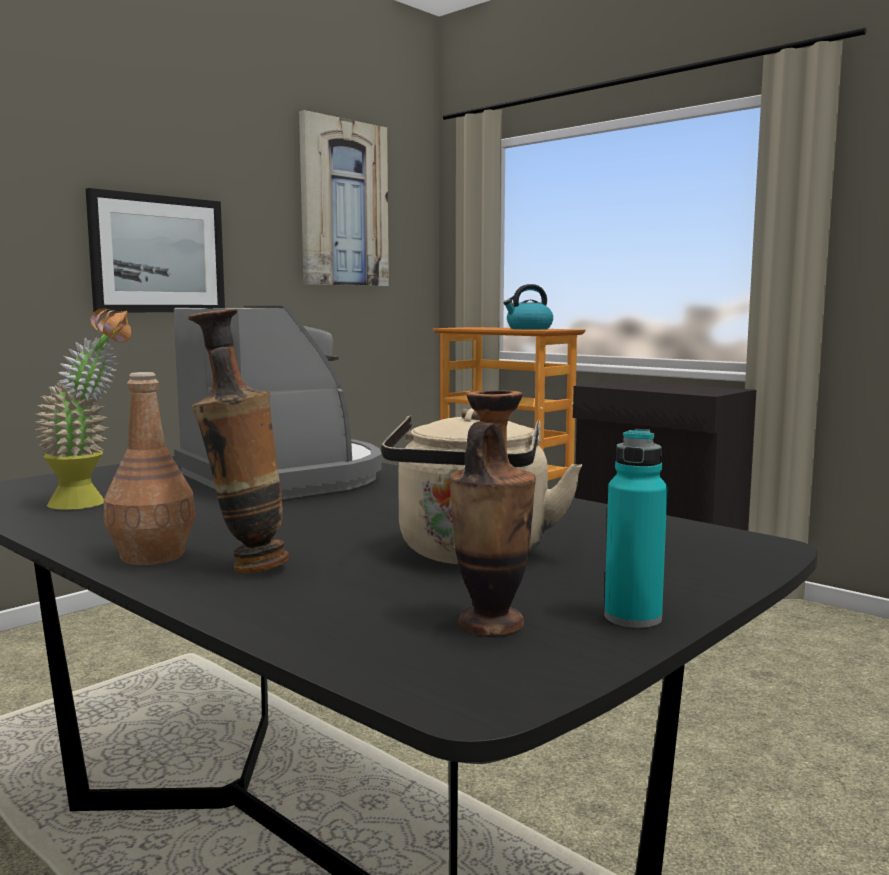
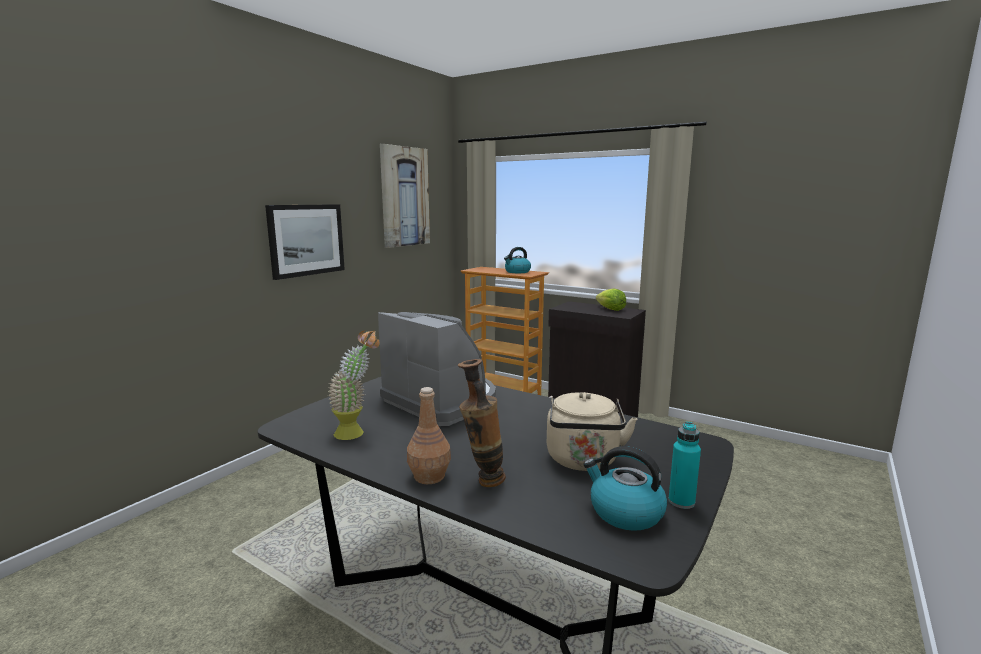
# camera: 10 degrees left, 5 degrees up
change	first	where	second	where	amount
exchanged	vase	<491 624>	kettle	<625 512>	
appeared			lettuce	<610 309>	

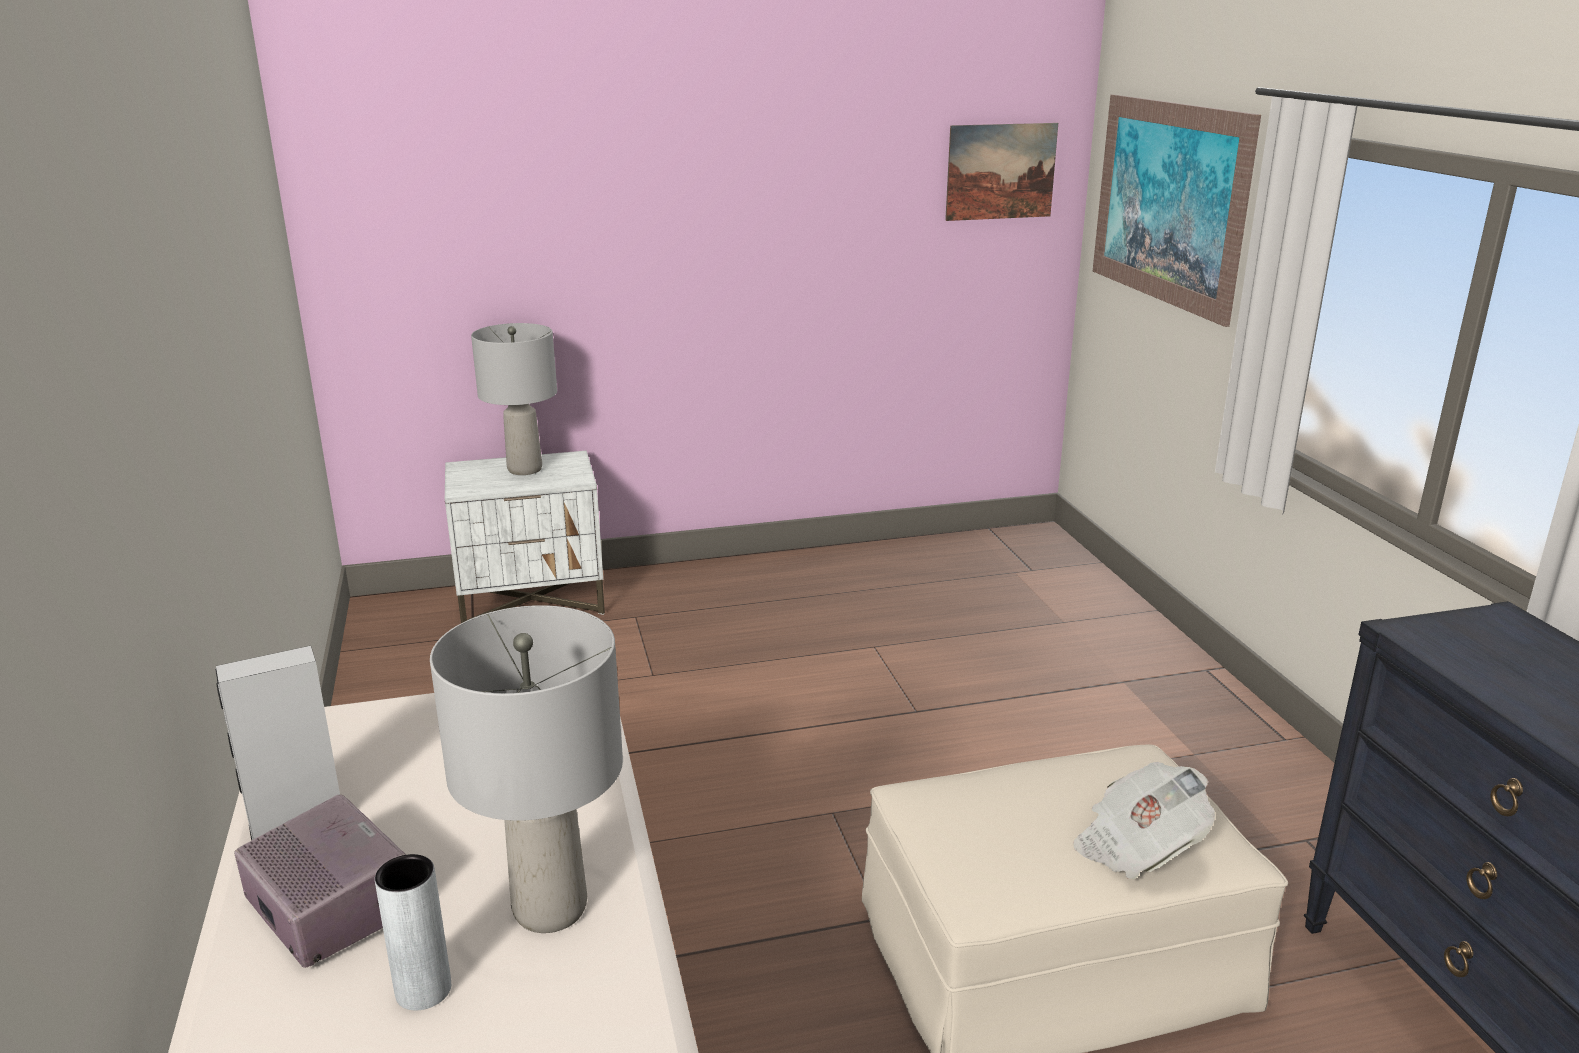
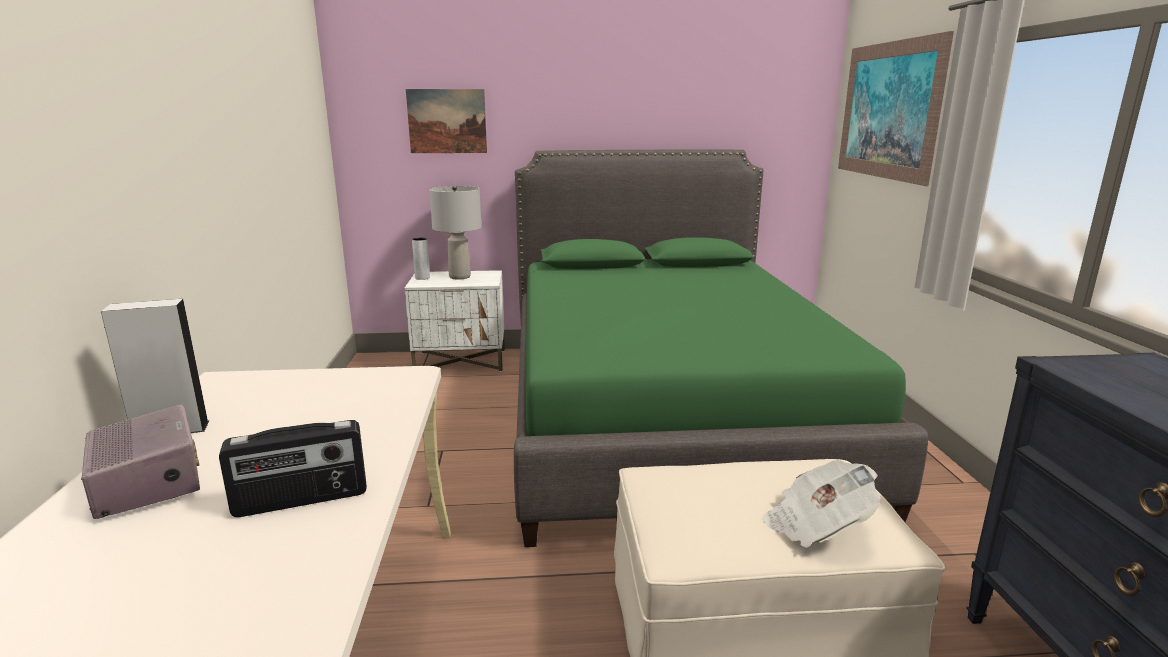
# camera: 10 degrees right, 5 degrees down
change	first	where	second	where	amount
exchanged	grey table lamp	<551 908>	radio	<301 500>	
relocated	picture	<1001 171>		<447 121>	
relocated	grey vase	<423 990>		<422 278>	
appeared			green bed	<665 416>	

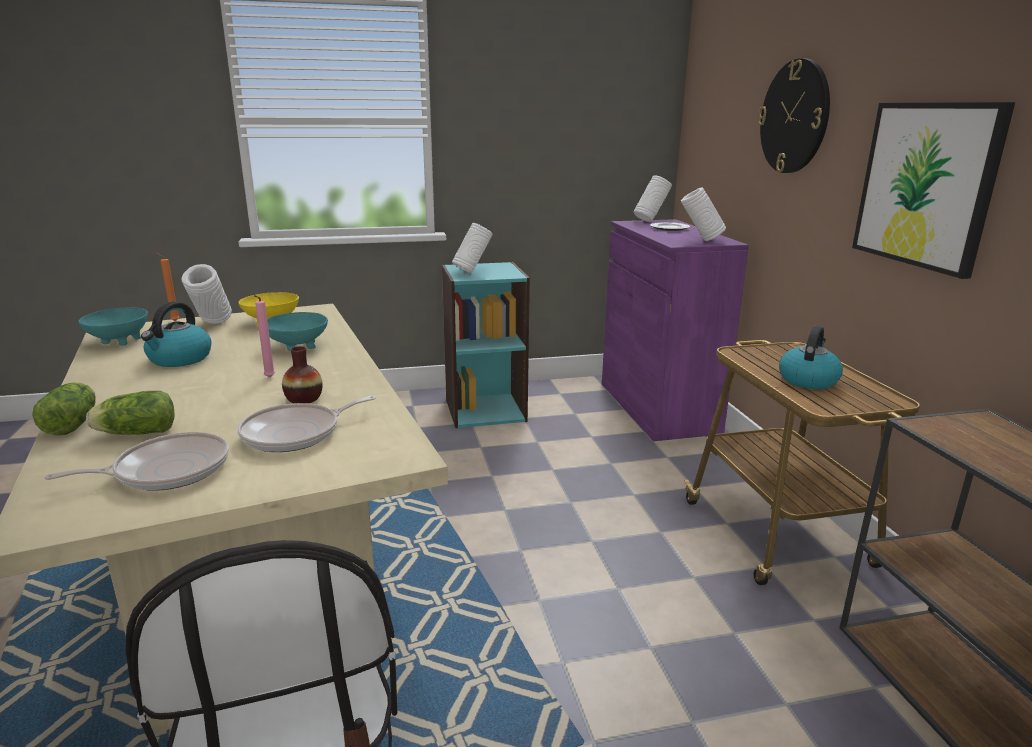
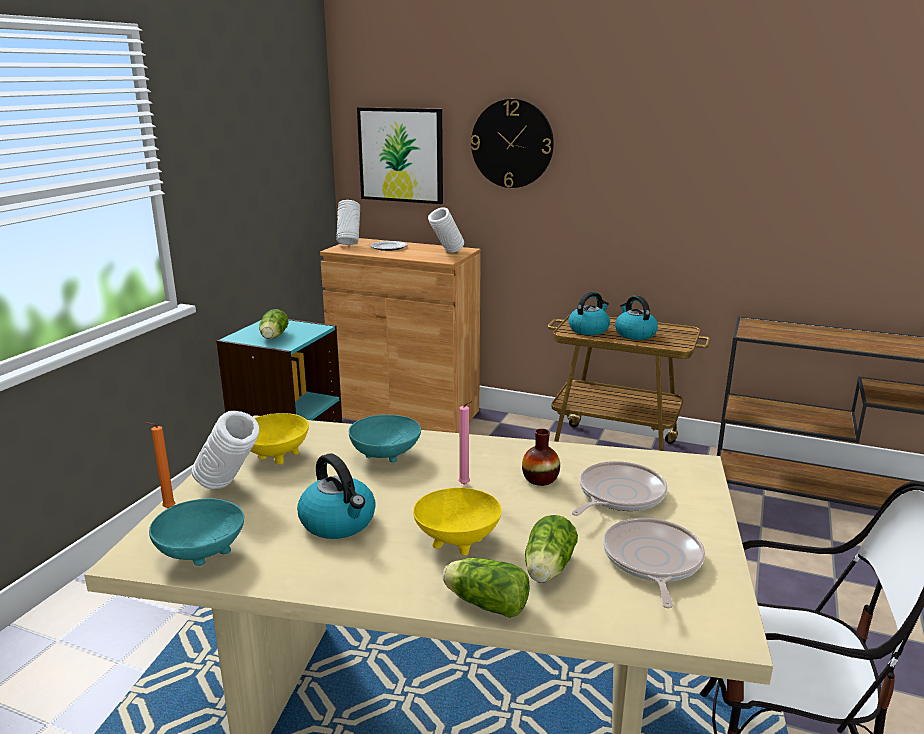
# camera: 55 degrees left, 0 degrees up
change	first	where	second	where	amount
exchanged	white vase	<472 272>	lettuce	<273 337>	
colour	purple cabinet	<657 407>	brown cabinet	<405 413>	
relocated	picture	<926 185>		<401 155>	
appeared			yellow bowl	<459 540>	
appeared			kettle	<589 330>	
spun	frying pan	<296 434>		<618 495>	135 degrees counterclockwise

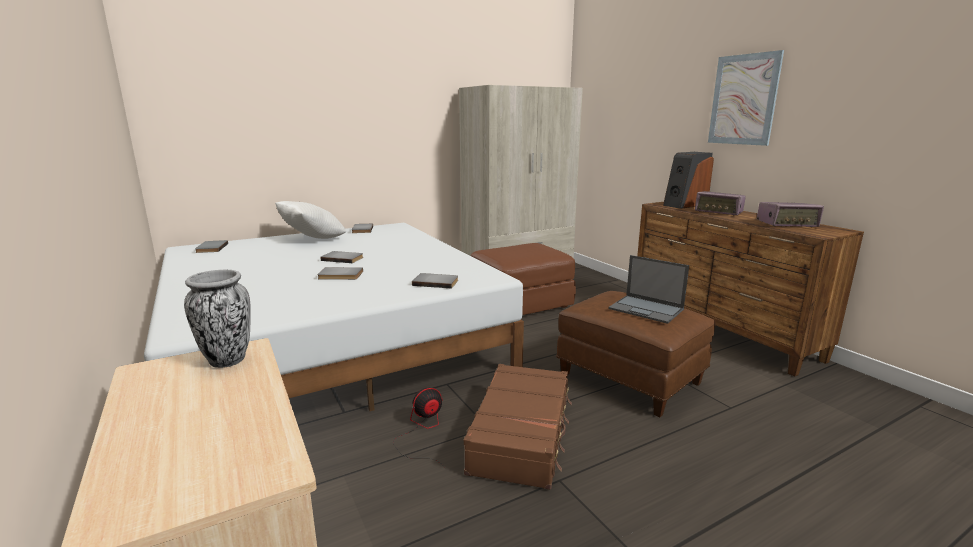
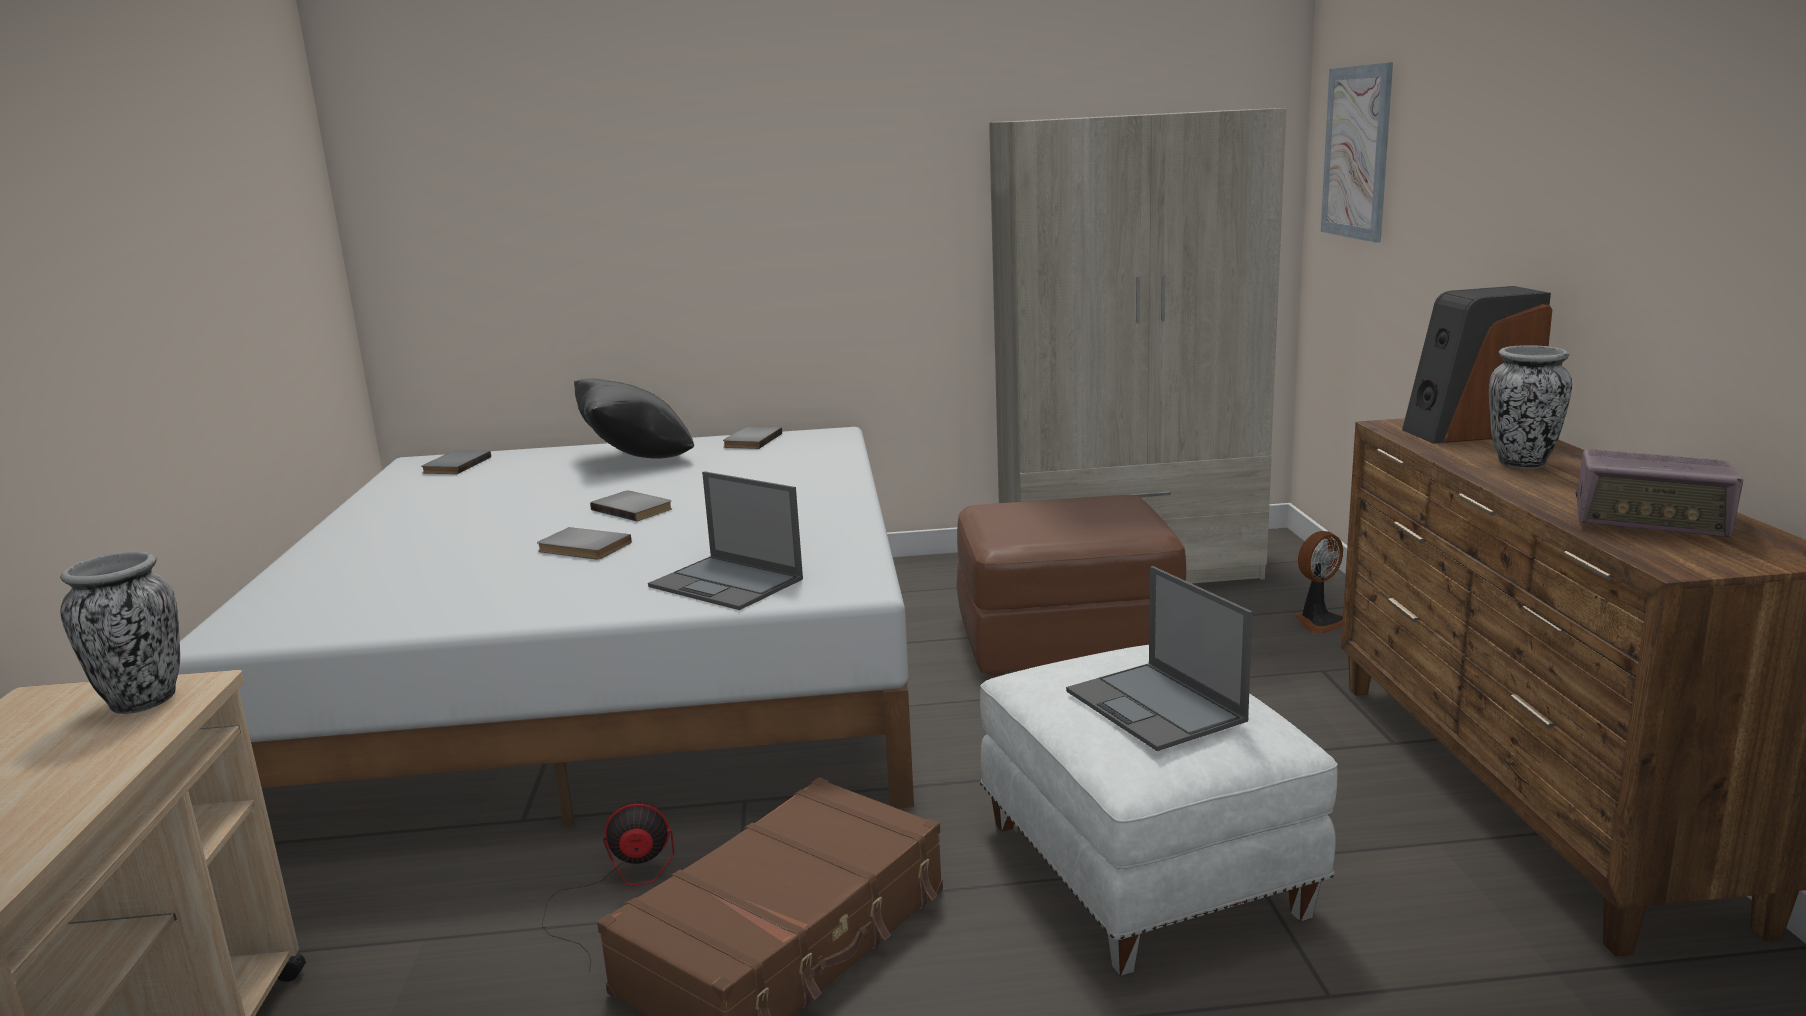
# camera: 25 degrees right, 0 degrees up
change	first	where	second	where	amount
colour	white pillow	<313 239>	black pillow	<636 458>	
exchanged	grey book	<436 282>	laptop	<728 583>	
colour	brown ottoman	<631 378>	white ottoman	<1147 869>	
appeared			fan	<1319 622>	
relocated	picture	<743 100>		<1356 152>	
exchanged	radio	<719 212>	vase	<1522 463>	

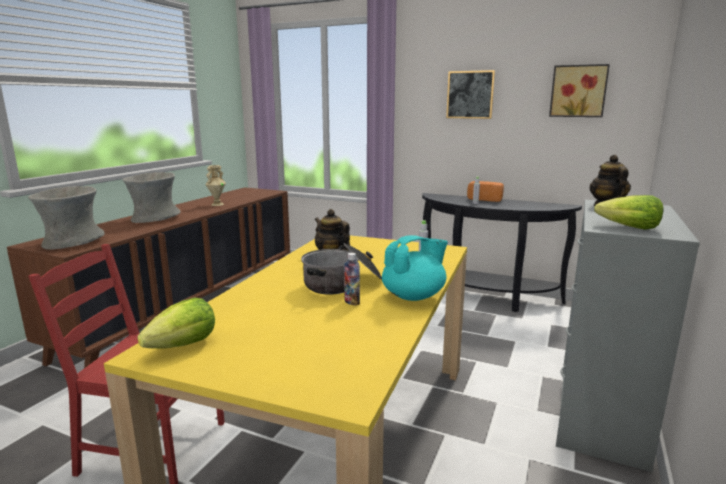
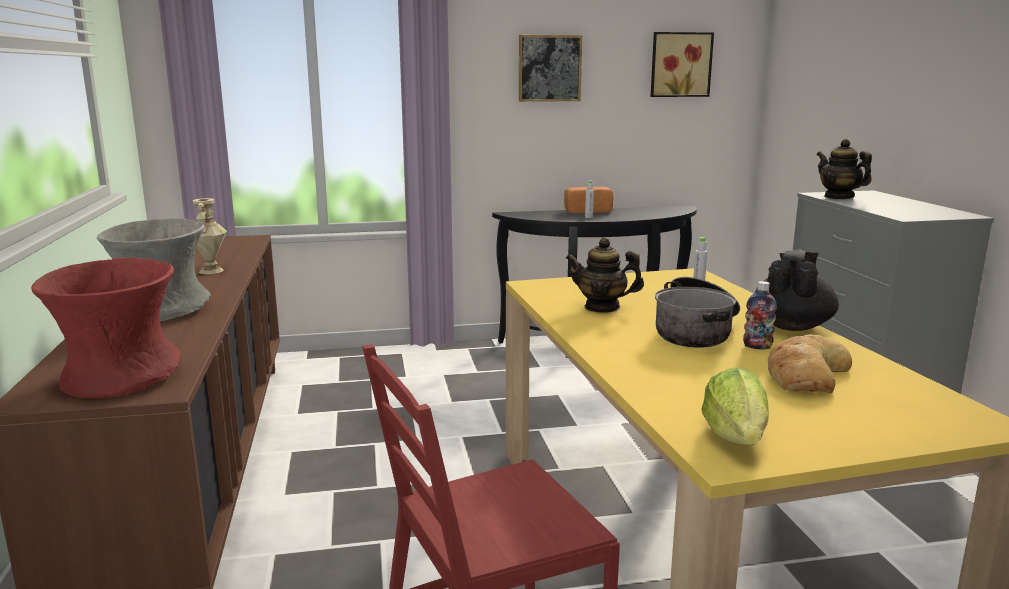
# camera: 35 degrees left, 0 degrees up
change	first	where	second	where	amount
colour	grey vase	<72 242>	red vase	<120 377>	
colour	turquoise teapot	<414 296>	black teapot	<791 326>	
appeared			bread	<805 375>	
missing	lettuce	<628 228>			

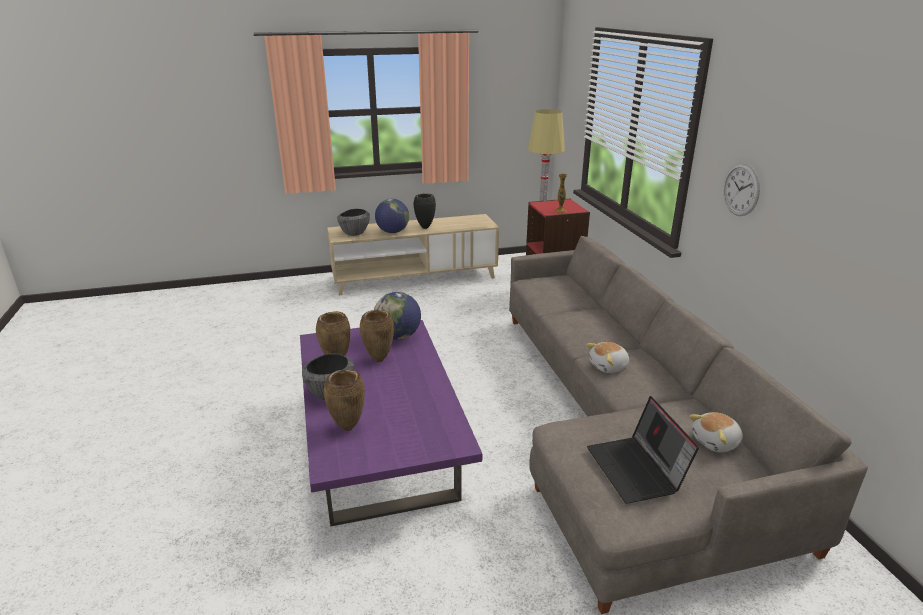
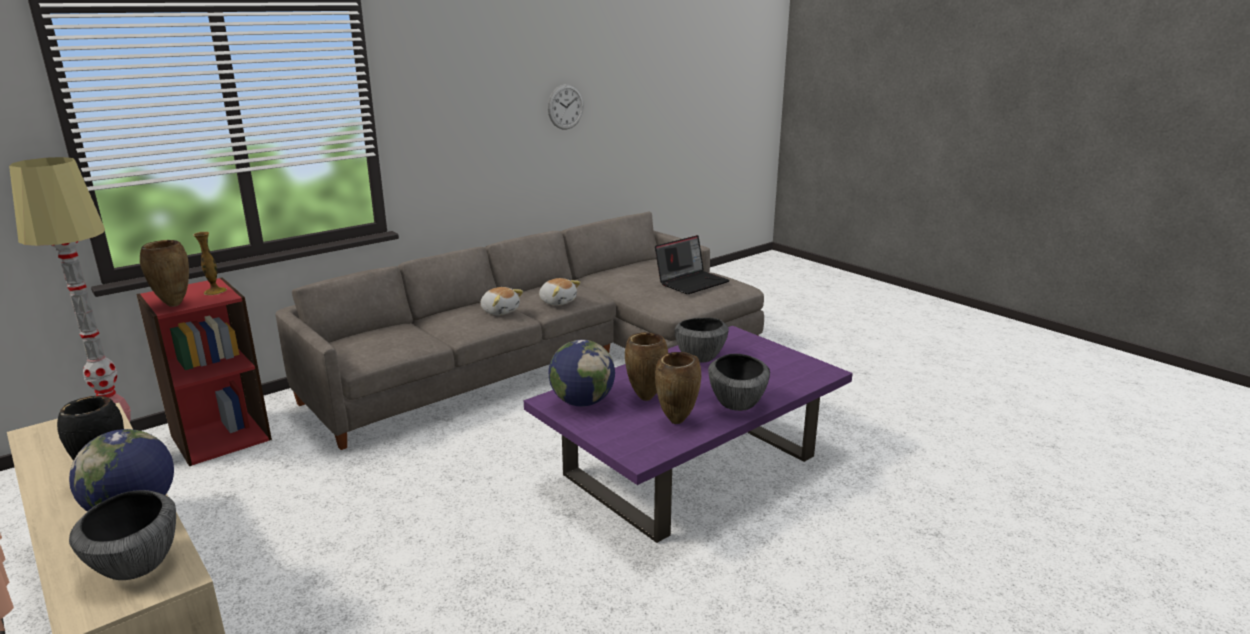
# camera: 115 degrees left, 5 degrees down
change	first	where	second	where	amount
relocated	brown vase	<347 427>		<173 305>	
relocated	plush toy	<716 442>		<500 311>	
relocated	wall clock	<741 189>		<565 107>	
appeared			bowl	<700 358>	

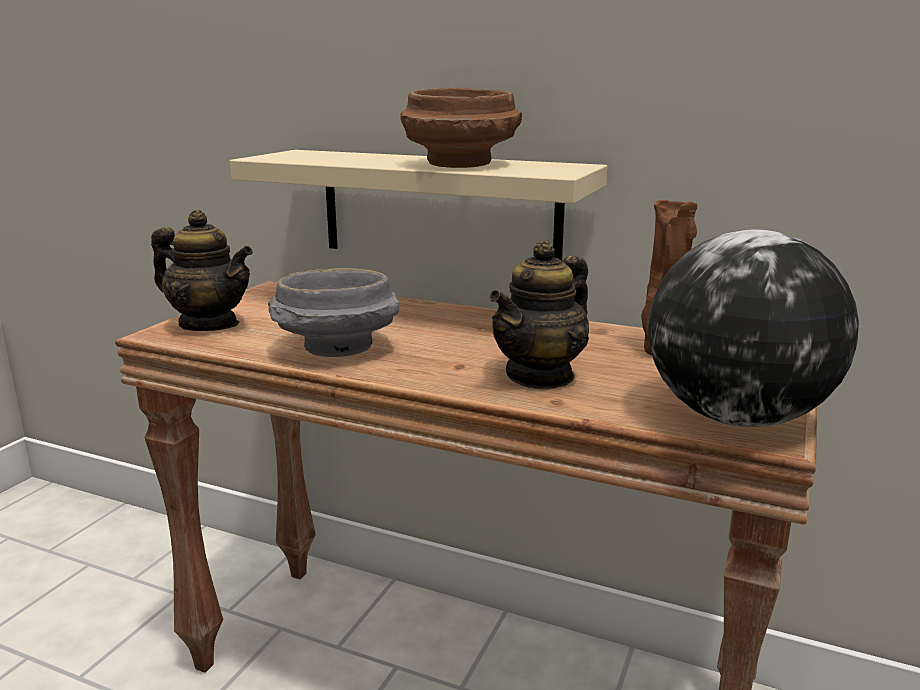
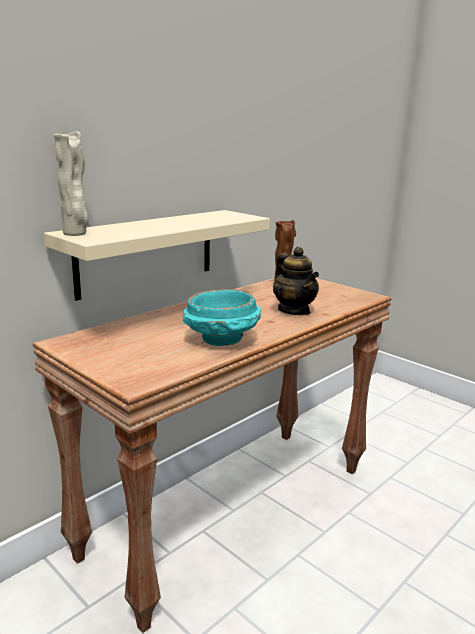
# camera: 70 degrees left, 0 degrees up
change	first	where	second	where	amount
appeared			beige vase	<75 234>	
colour	grey bowl	<336 349>	turquoise bowl	<222 340>	
missing	teapot	<209 324>			
missing	brown bowl	<461 164>			
missing	globe	<736 418>			

